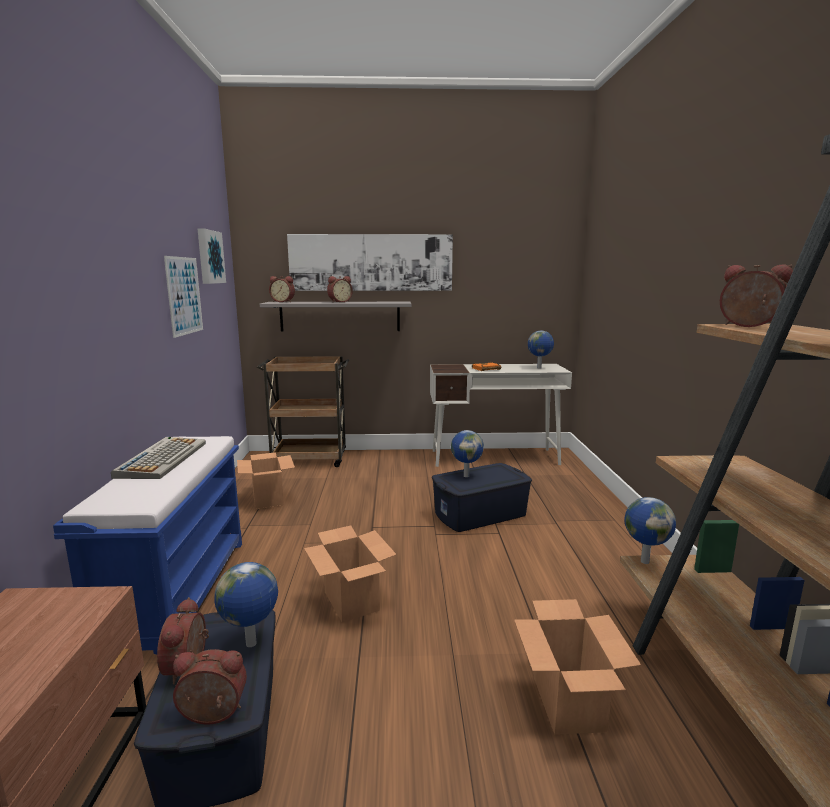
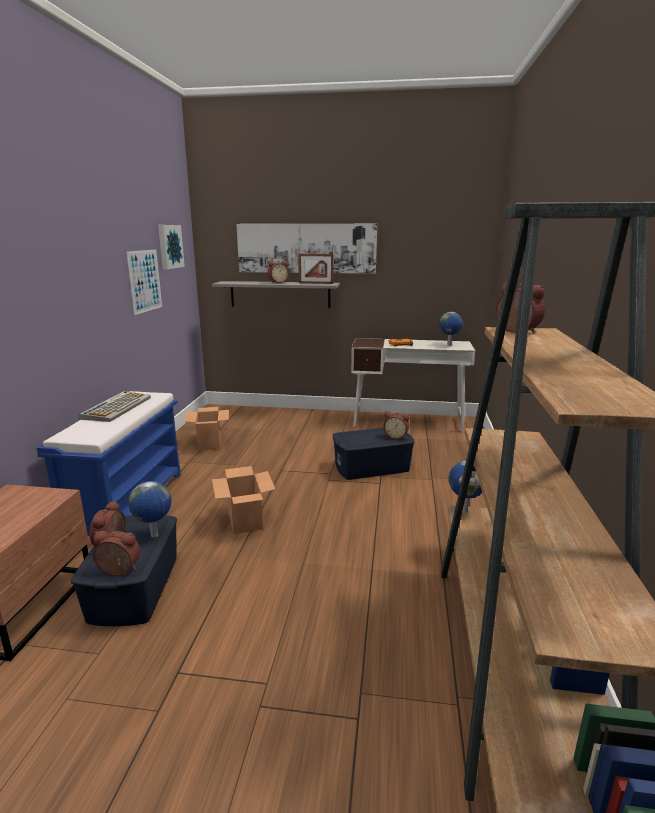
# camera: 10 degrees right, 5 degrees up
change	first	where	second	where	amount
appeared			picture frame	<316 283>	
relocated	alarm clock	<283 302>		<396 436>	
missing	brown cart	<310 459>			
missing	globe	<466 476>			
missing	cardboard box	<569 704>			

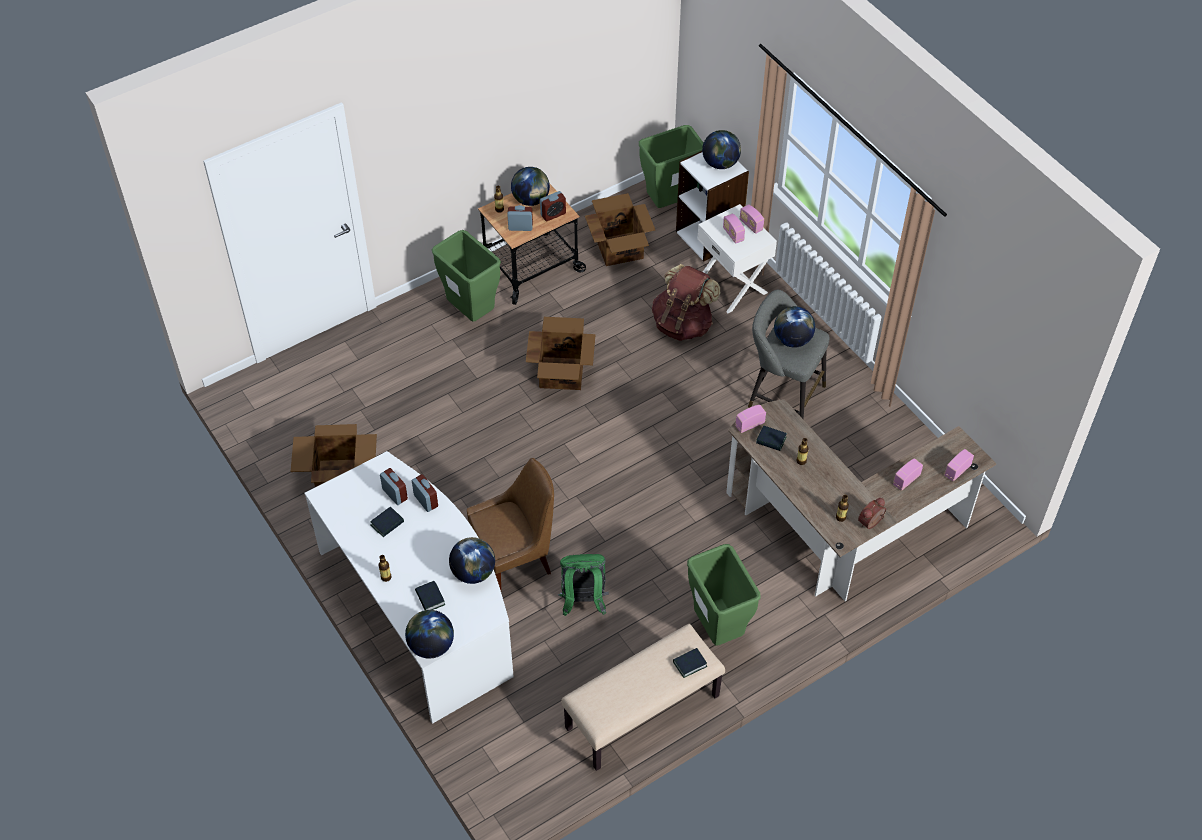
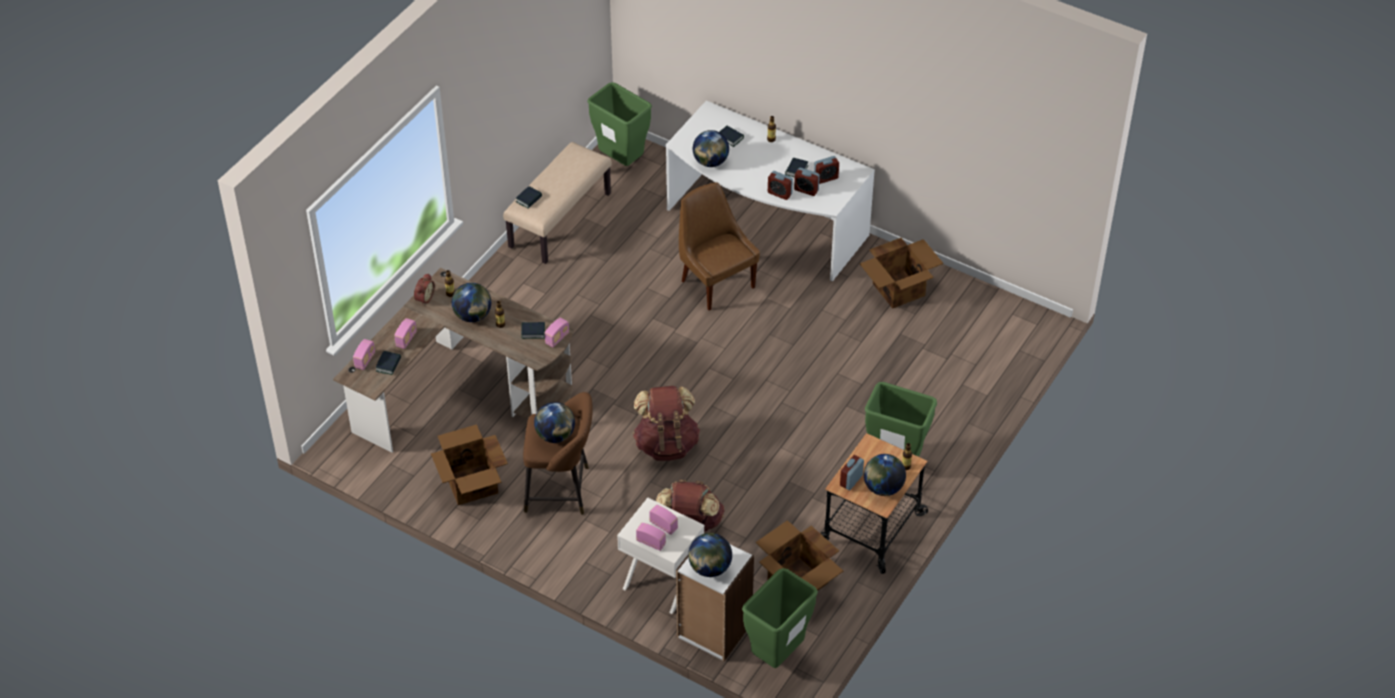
# camera: 155 degrees right, 5 degrees down
change	first	where	second	where	amount
appeared			book	<388 365>	
relocated	cardboard box	<562 372>		<472 485>	
relocated	globe	<431 645>		<473 316>	
colour	grey stool	<782 395>	brown stool	<561 489>	
relocated	green trash can	<717 629>		<622 161>	
appeared			brown backpack	<666 444>	
spun	brown chair	<515 558>		<716 282>	105 degrees clockwise
relocated	alarm clock	<520 227>		<826 178>	
missing	green backpack	<583 602>			

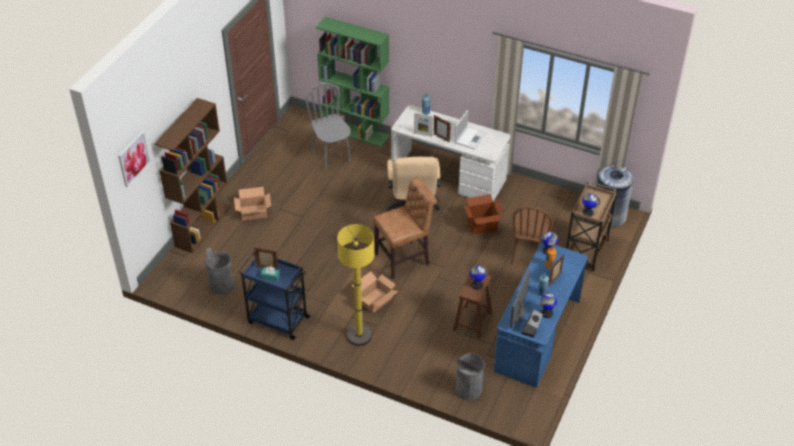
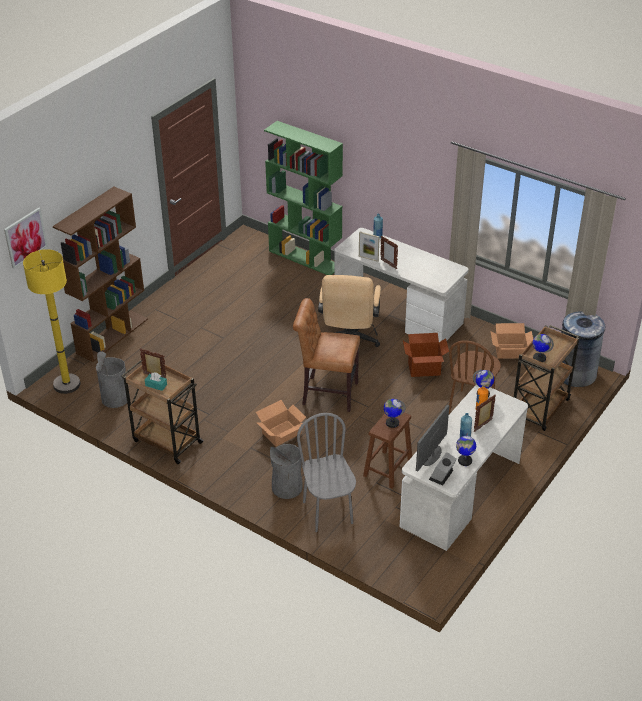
# camera: 10 degrees right, 5 degrees down
change	first	where	second	where	amount
relocated	yellow floor lamp	<359 336>		<67 384>	
colour	blue cart	<277 320>	brown cart	<166 441>	
relocated	grey trash can	<468 389>		<287 487>	
spun	brown chair	<405 258>		<326 393>	150 degrees counterclockwise
relocated	grey chair	<332 156>		<328 512>	
colour	blue desk	<537 335>	white desk	<461 493>	
relocated	cardboard box	<254 212>		<511 351>	
missing	laptop	<470 137>			

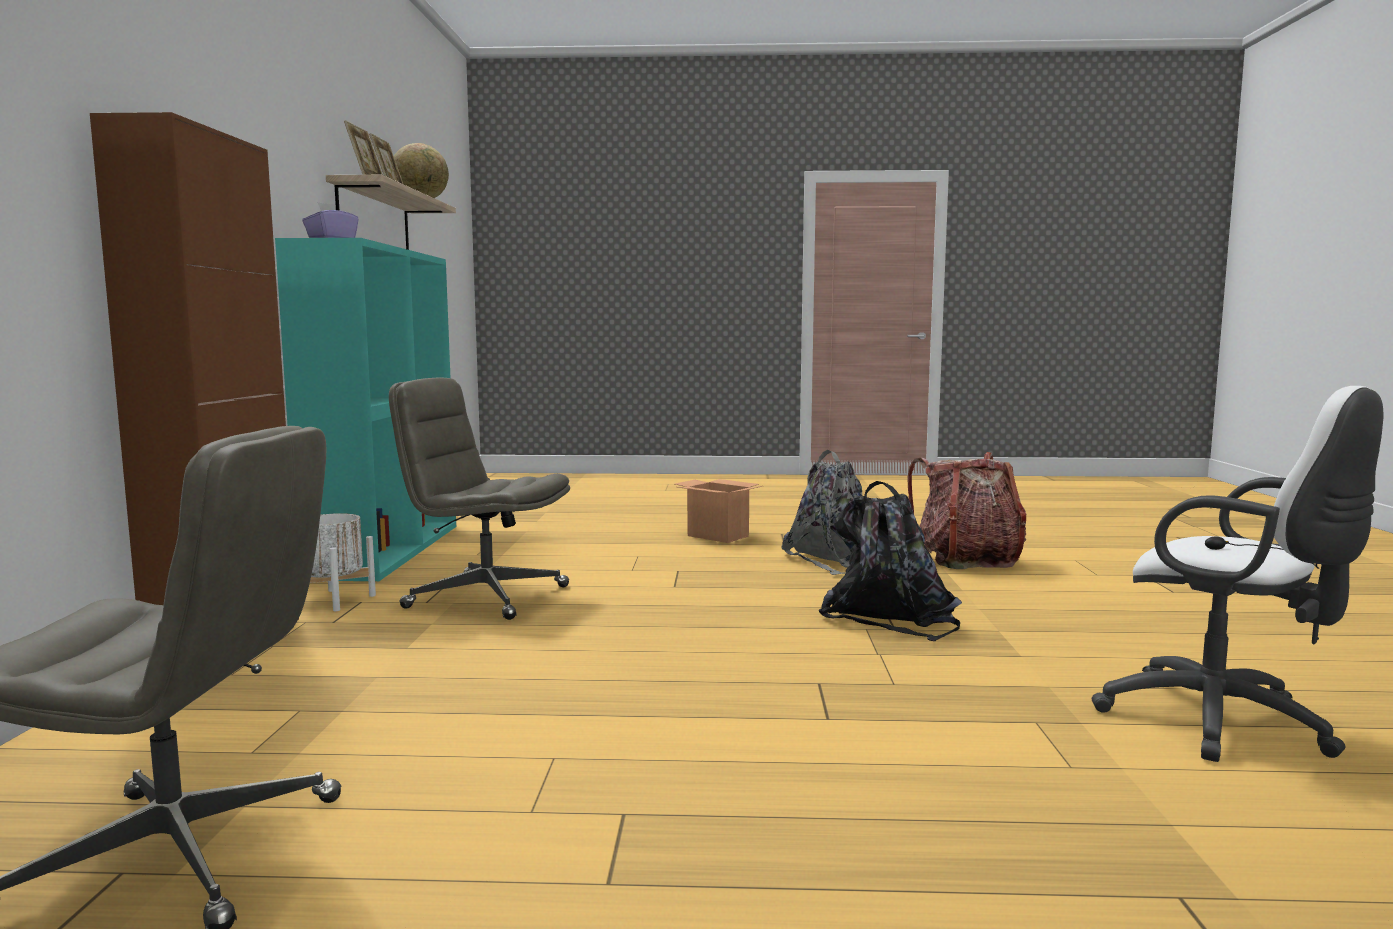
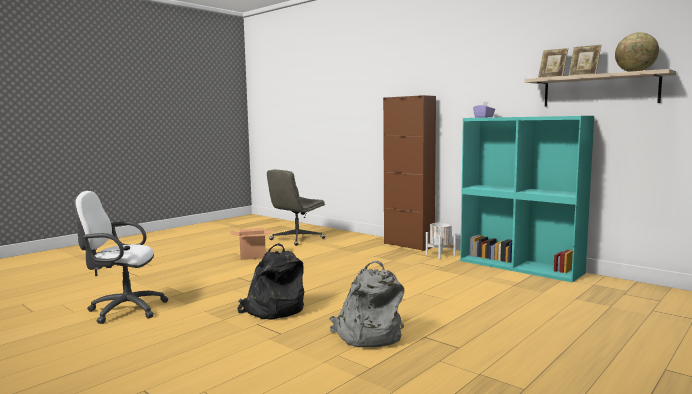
# camera: 130 degrees right, 0 degrees up
change	first	where	second	where	amount
relocated	cardboard box	<717 536>		<253 256>	
missing	grey office chair	<485 597>			
missing	backpack	<967 560>			

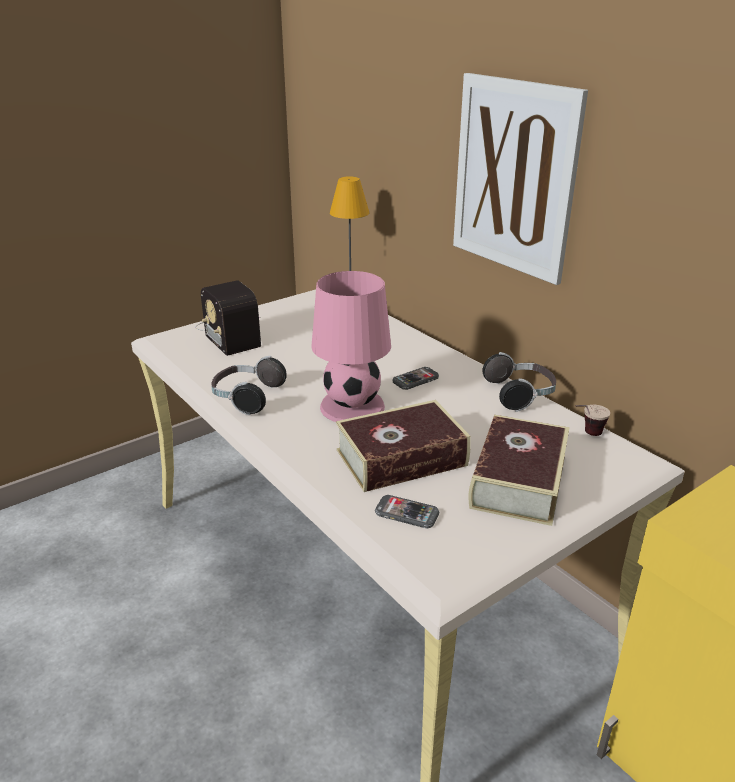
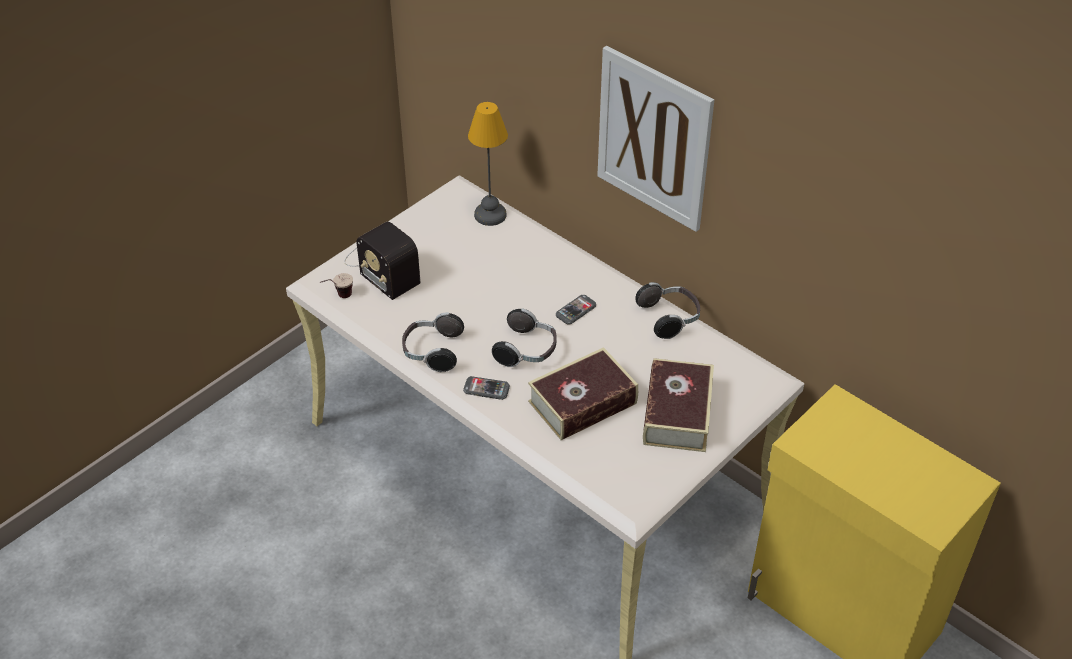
# camera: 10 degrees left, 15 degrees up
change	first	where	second	where	amount
relocated	cup	<586 435>		<338 297>	
relocated	phone	<406 513>		<486 389>	
exchanged	pink table lamp	<351 406>	headphones	<527 351>	

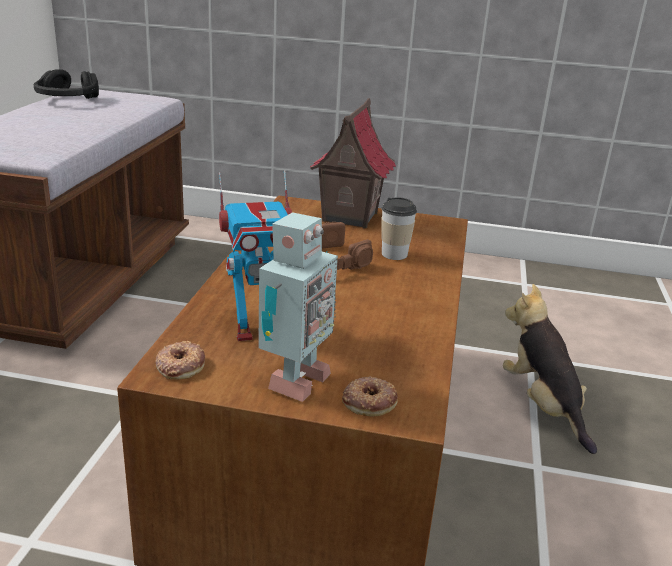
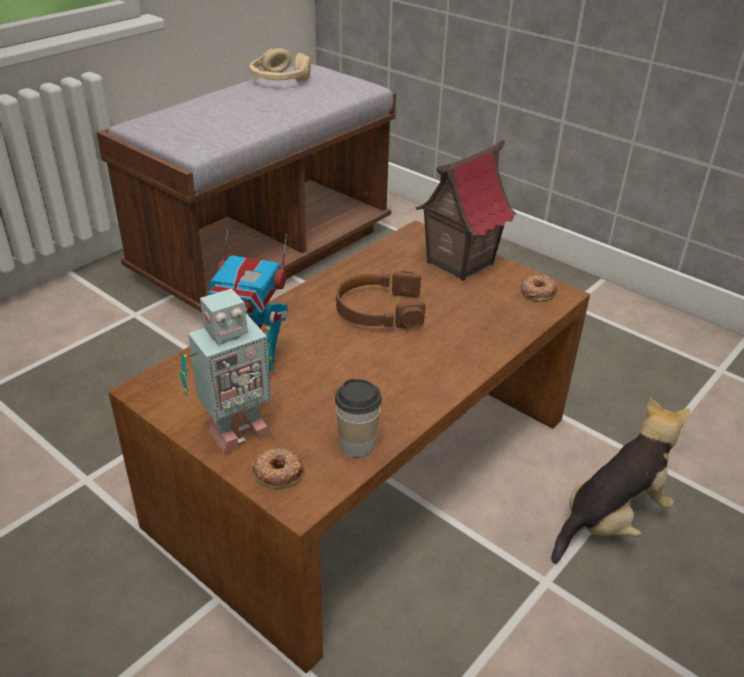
# camera: 30 degrees right, 10 degrees up
change	first	where	second	where	amount
colour	black headphones	<67 99>	beige headphones	<279 80>	
relocated	cup	<394 254>		<357 445>	
relocated	donut	<180 365>		<537 292>	
spun	plush toy	<542 405>		<611 520>	45 degrees clockwise

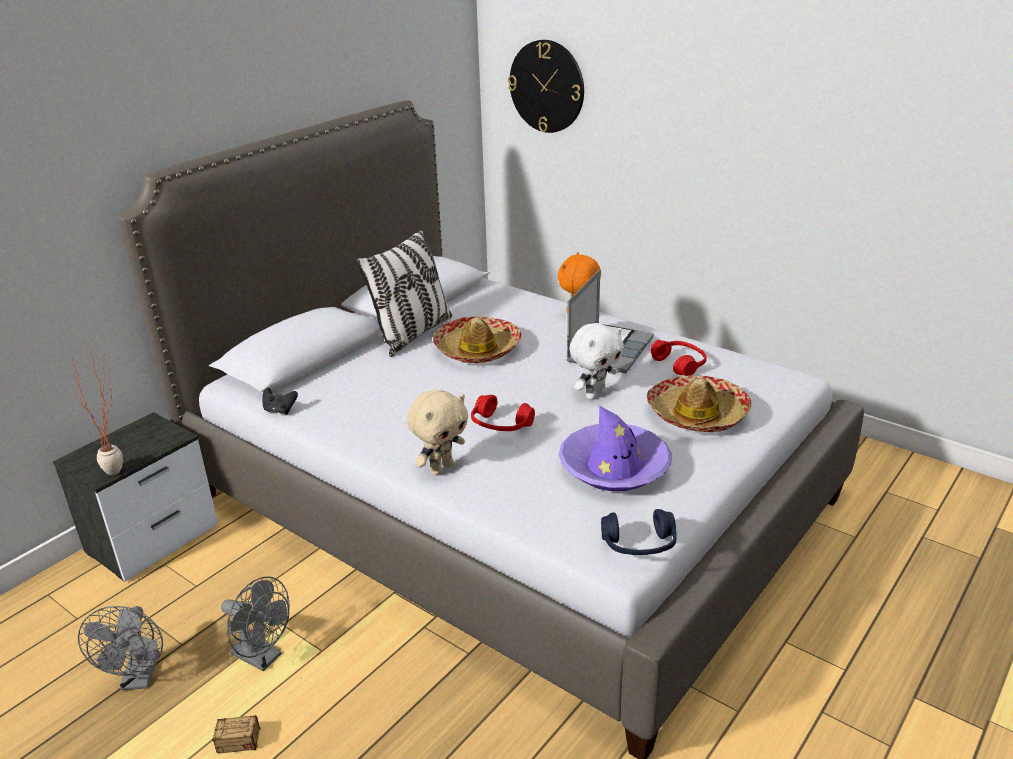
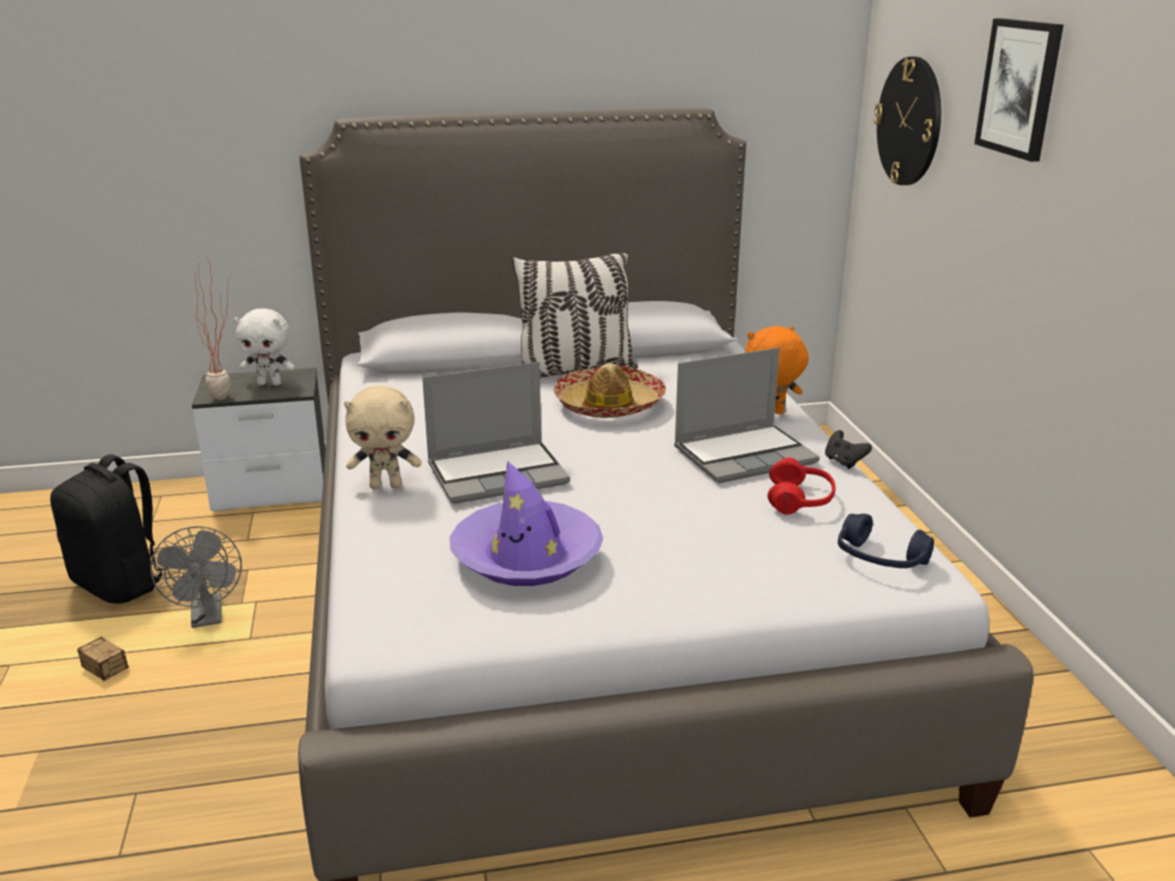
# camera: 40 degrees right, 5 degrees down
change	first	where	second	where	amount
exchanged	grey fan	<139 678>	black backpack	<121 584>	
relocated	white plush toy	<595 394>		<270 383>	
exchanged	red headphones	<500 425>	laptop	<498 473>	
relocated	black game controller	<280 410>		<844 462>	
relocated	blue headphones	<639 545>		<880 559>	
appeared			picture	<1020 88>	
missing	hat	<697 414>			

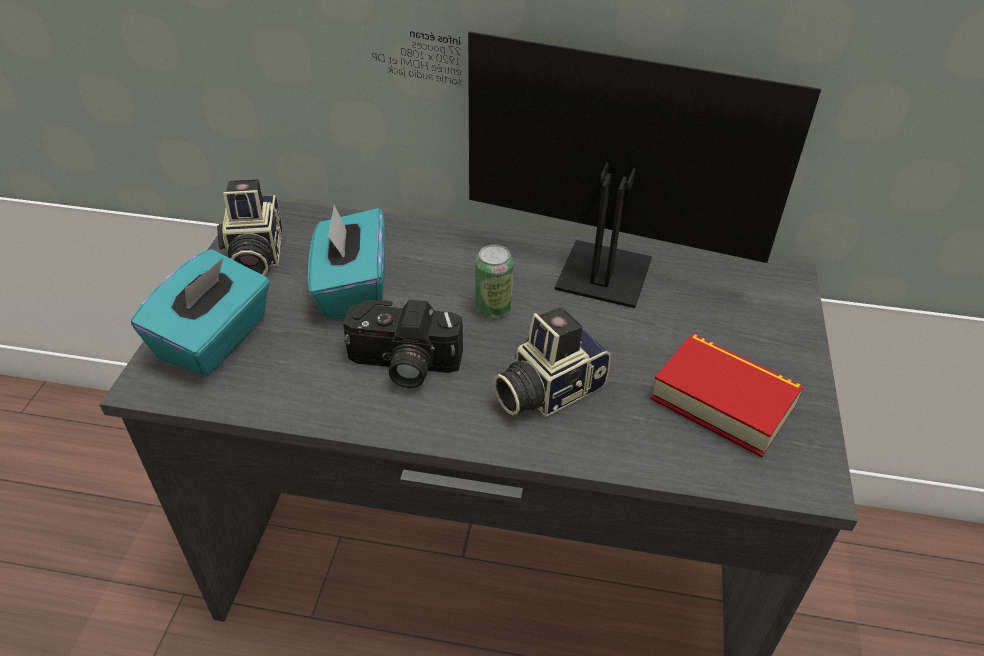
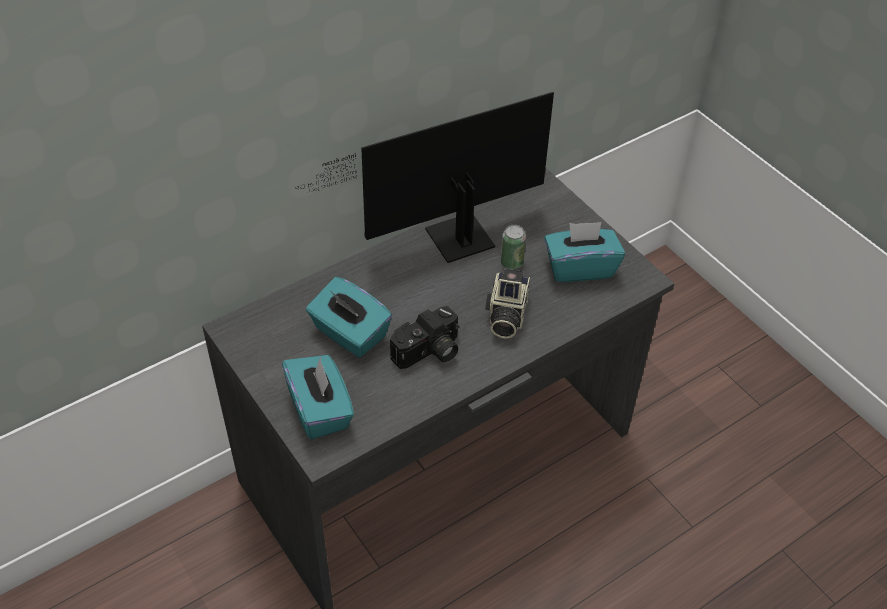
# camera: 45 degrees left, 5 degrees up
change	first	where	second	where	amount
relocated	can	<493 308>		<511 262>	
exchanged	book	<723 401>	turquoise tissue box	<580 267>	
missing	photo camera	<254 256>			

